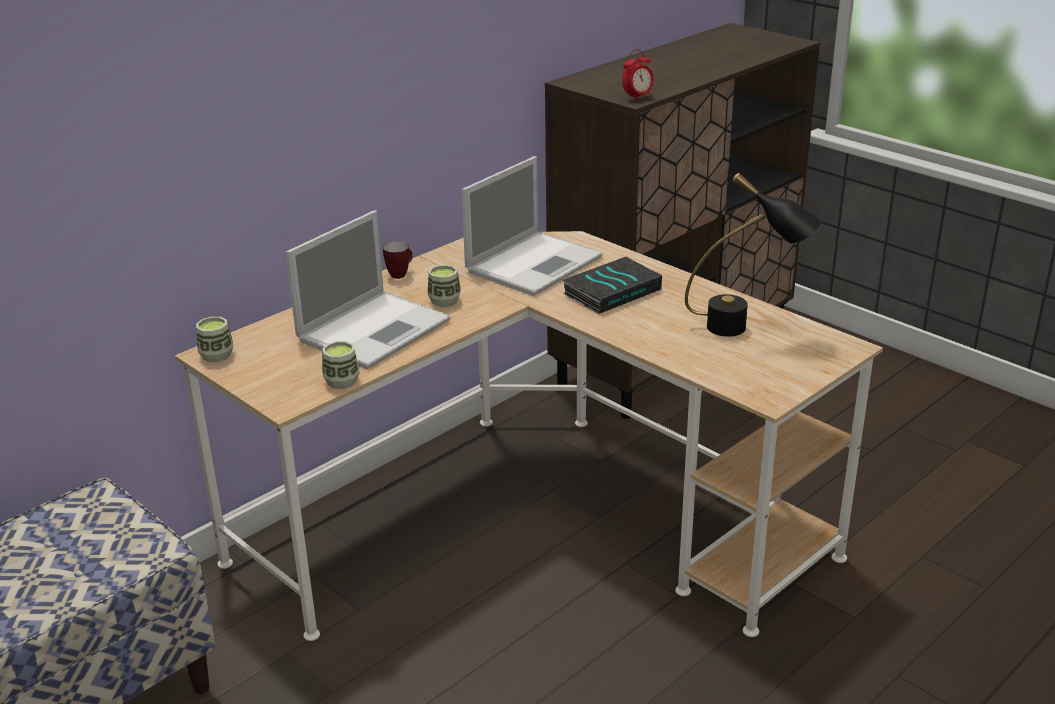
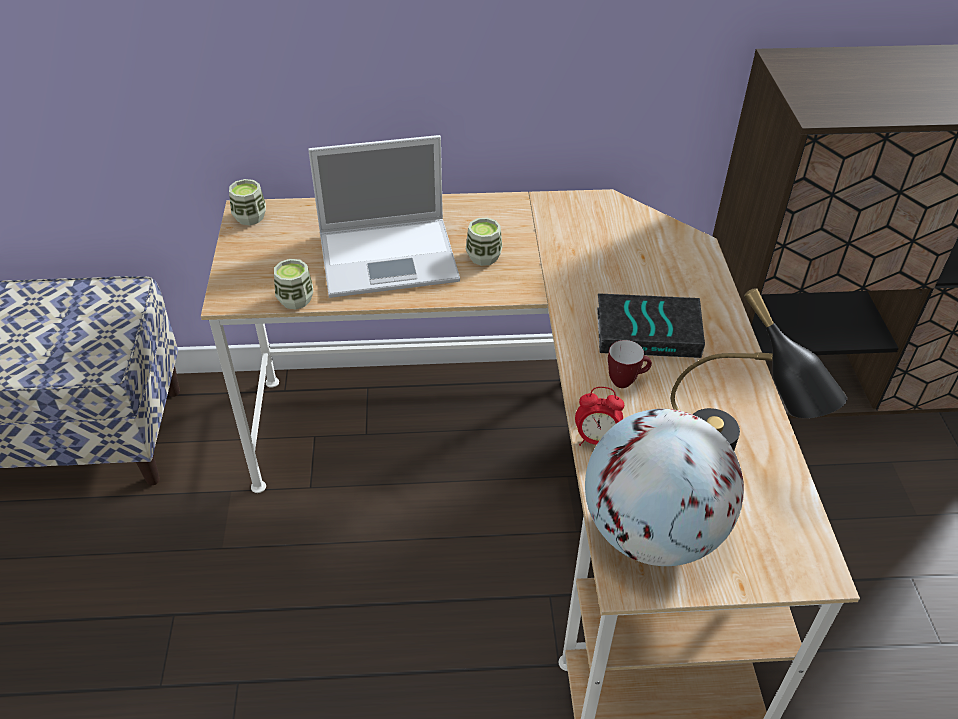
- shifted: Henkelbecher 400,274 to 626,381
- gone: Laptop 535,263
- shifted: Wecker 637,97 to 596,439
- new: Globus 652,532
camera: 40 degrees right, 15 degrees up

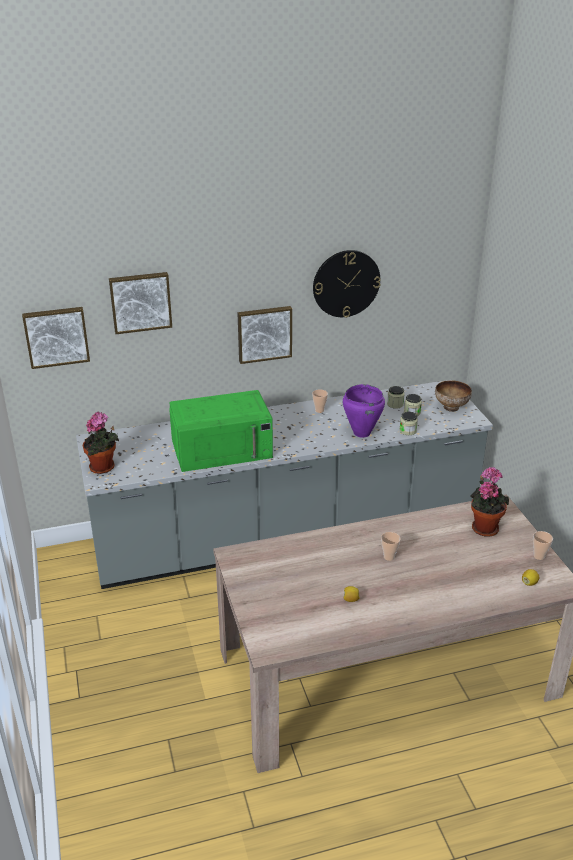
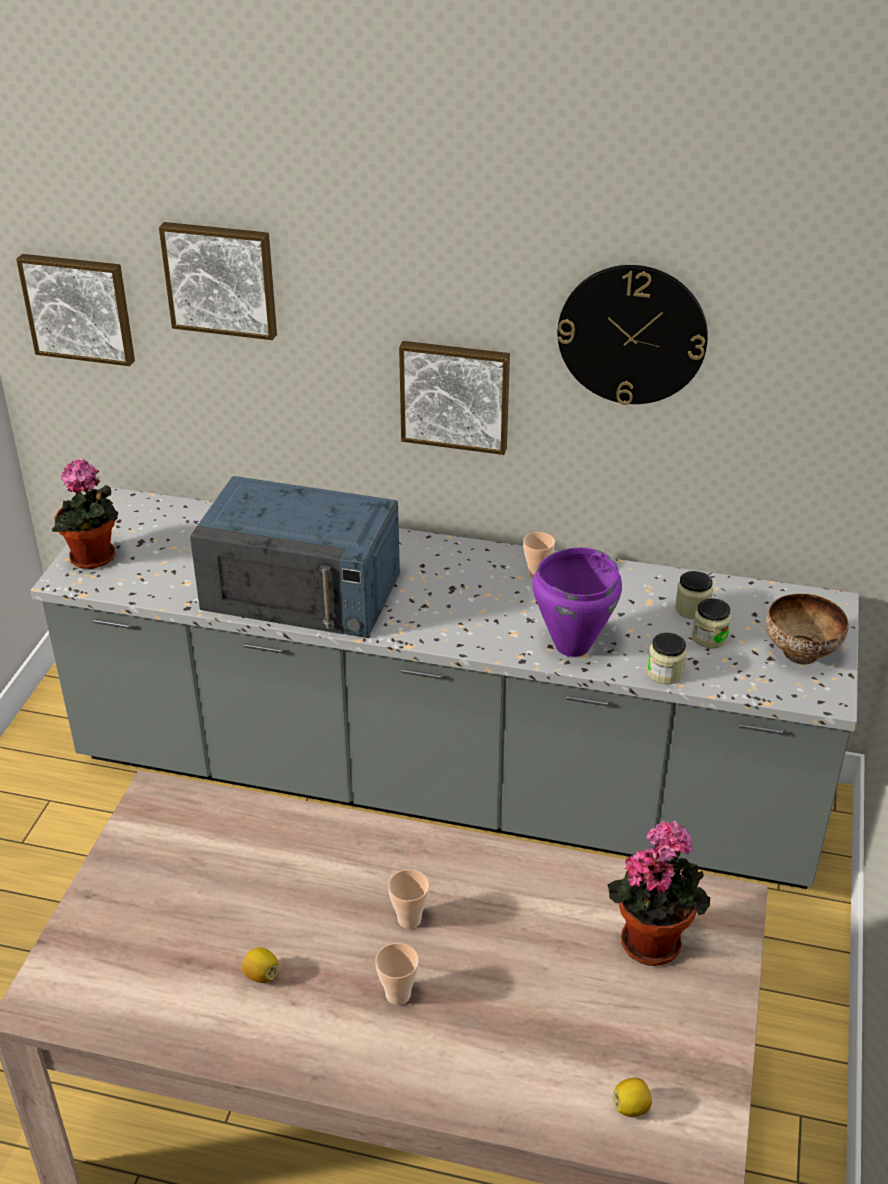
- repainted: Mikrowelle [grün] 223,449 to Mikrowelle [blau] 303,591
- shifted: Tasse 539,556 to 398,995
camera: 30 degrees right, 5 degrees up

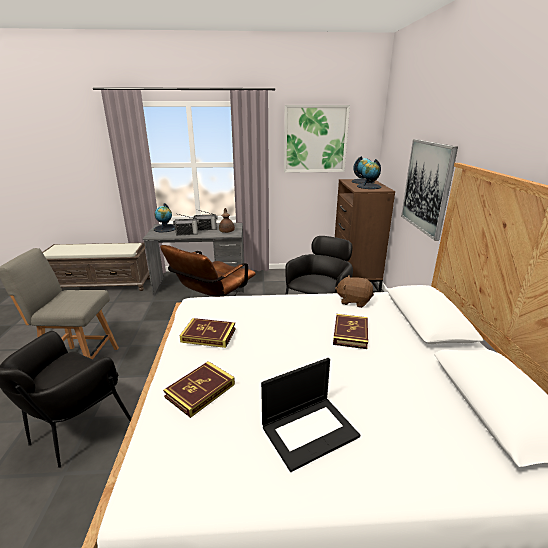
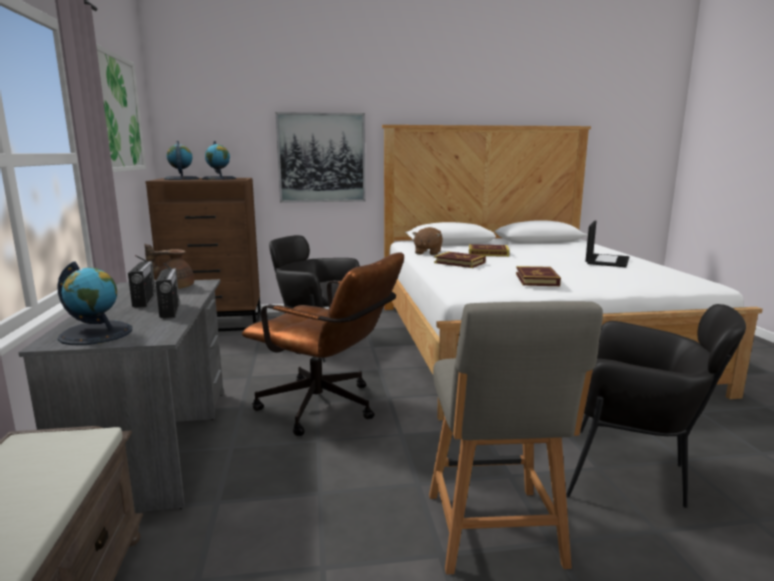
- shifted: Buch 200,391 to 459,263
- rotated: Laptop 310,430 = 606,260 60 degrees clockwise
camera: 95 degrees left, 10 degrees down

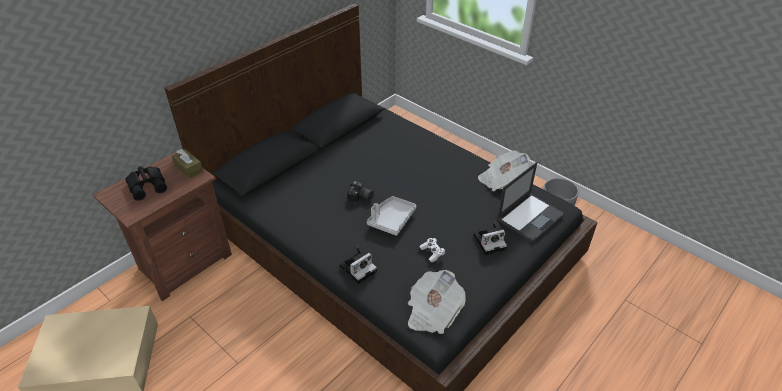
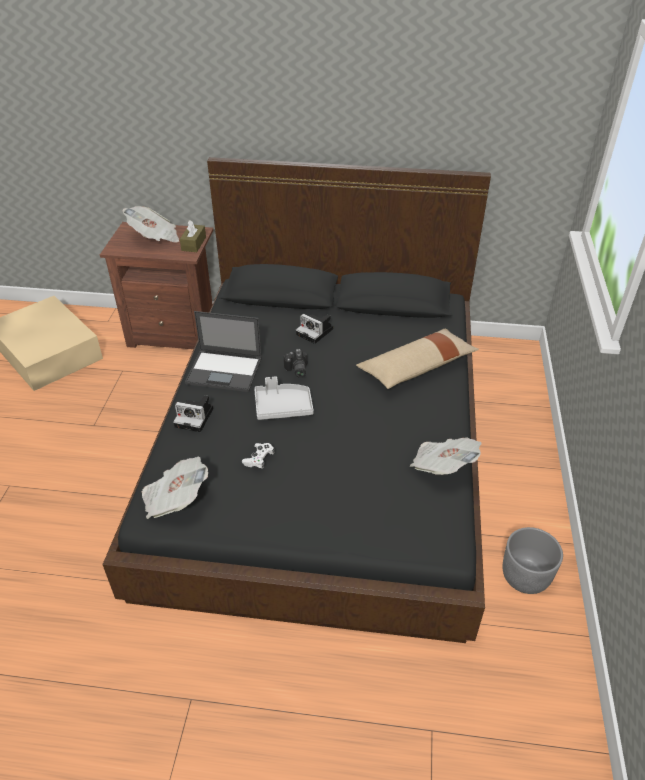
- swapped: Fernglas [schwarz] 148,185 to Zeitung 155,237
- shifted: Kamera 490,241 to 316,332
- shifted: Laptop 530,217 to 225,371
- new: Kissen [beige] 416,367
camera: 55 degrees right, 0 degrees up

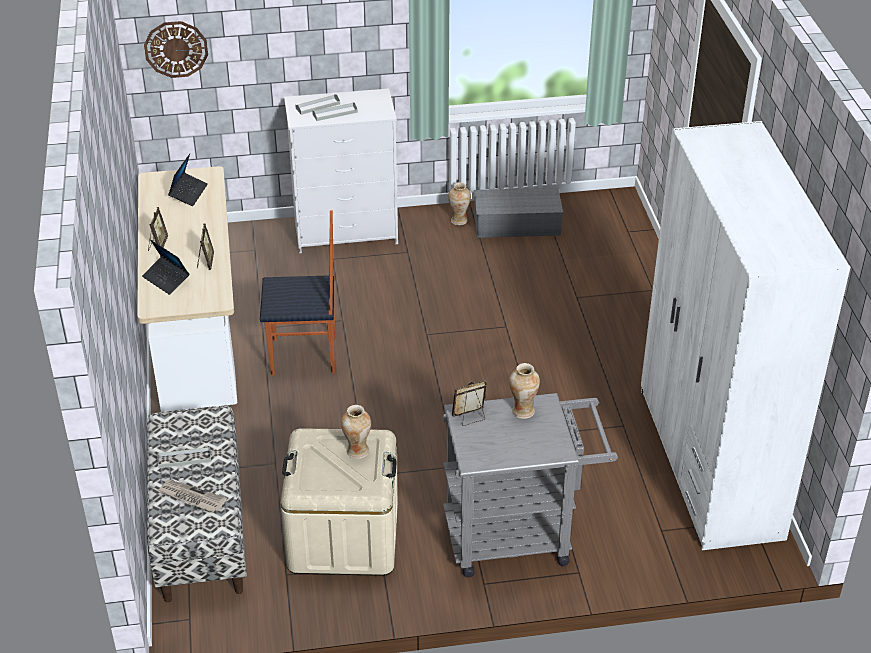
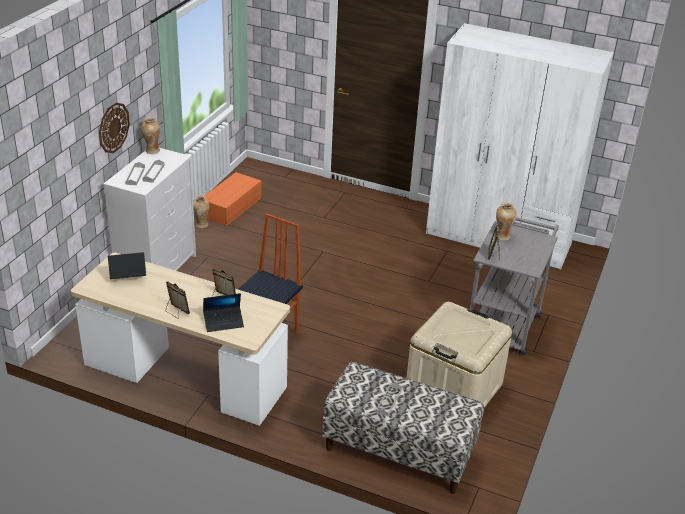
- shifted: Wanduhr 176,49 to 113,127
- gone: Zeitung 191,497
- rotated: Laptop 188,193 = 128,277 60 degrees counterclockwise
- shifted: Vase 357,451 to 152,151
- repainted: Aufbewahrungsbox [grau] 515,224 to Aufbewahrungsbox [orange] 231,208
camera: 60 degrees left, 5 degrees down

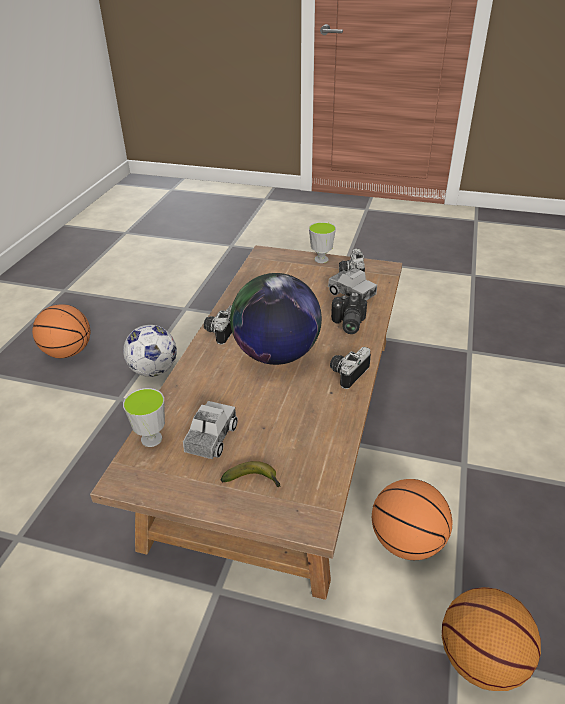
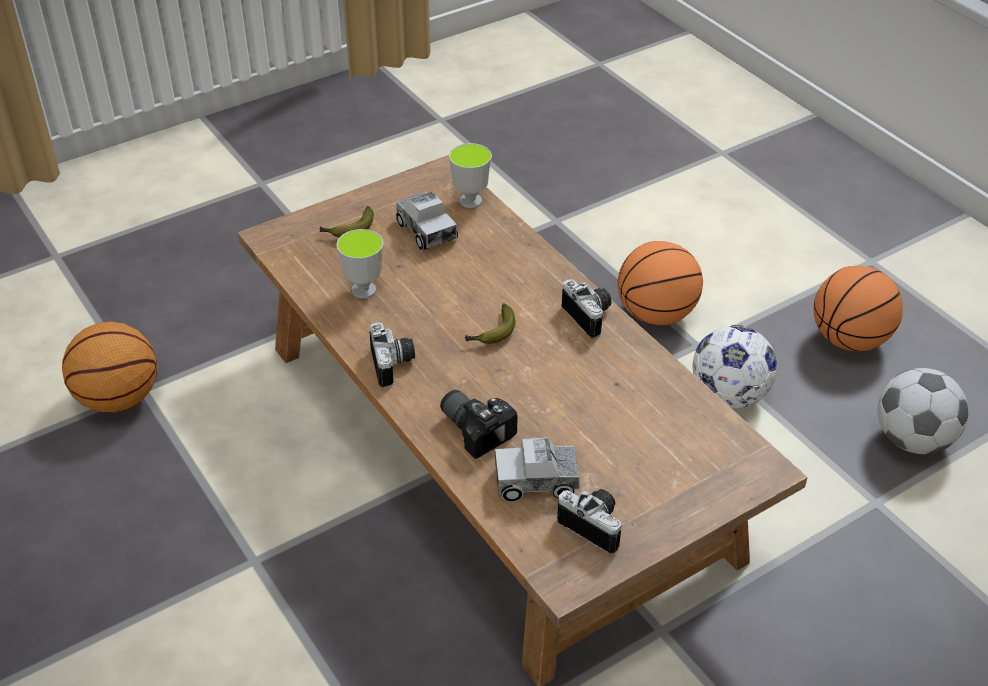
- swapped: Globus 276,355 to Banane 492,333
- shifted: Tasse 321,259 to 363,290
- shifted: Basketball 406,542 to 656,314
- new: Fußball 913,440
camera: 130 degrees right, 5 degrees up

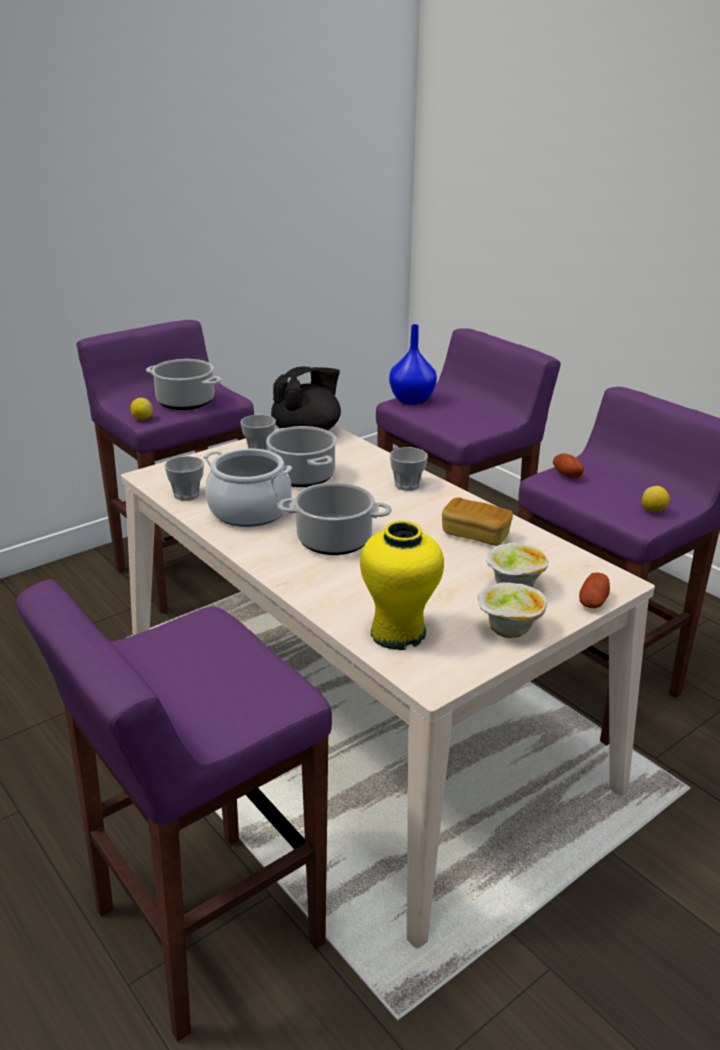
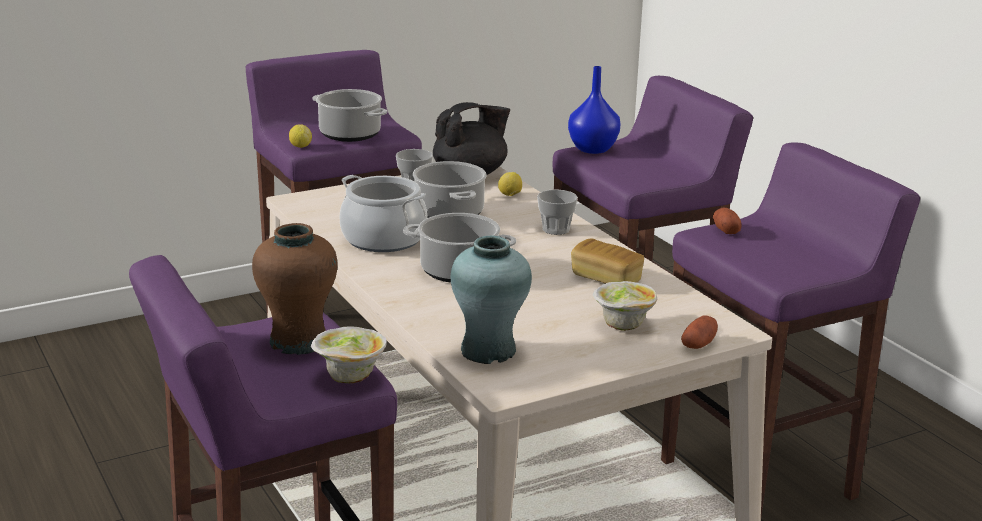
- gone: Tasse 187,495
- repainted: Vase [gelb] 398,633 to Vase [türkis] 489,350
- shifted: Schüssel 508,630 to 349,377
- shifted: Zitrone 653,511 to 510,195
- new: Vase [braun] 299,342
camera: 10 degrees right, 5 degrees down

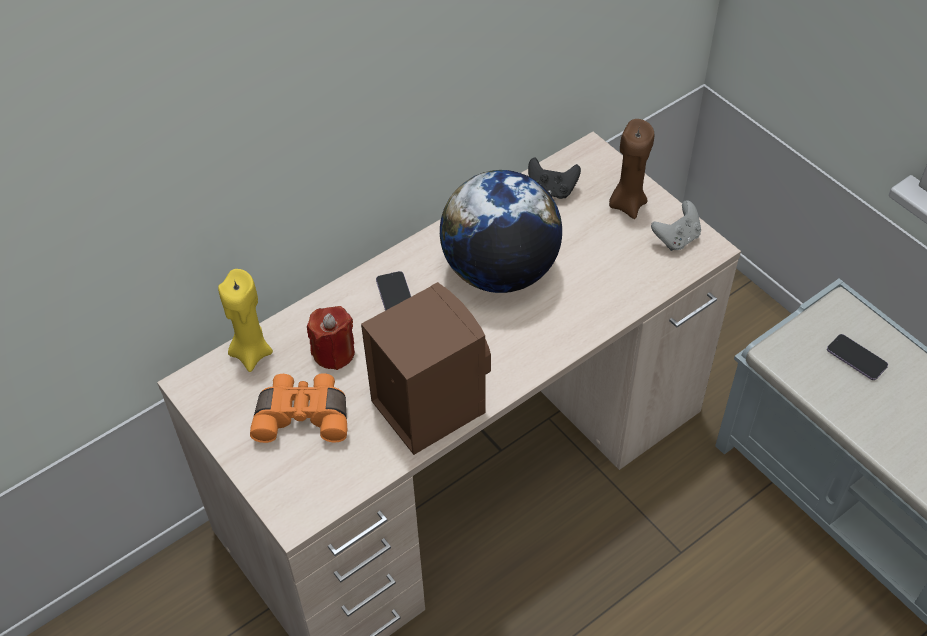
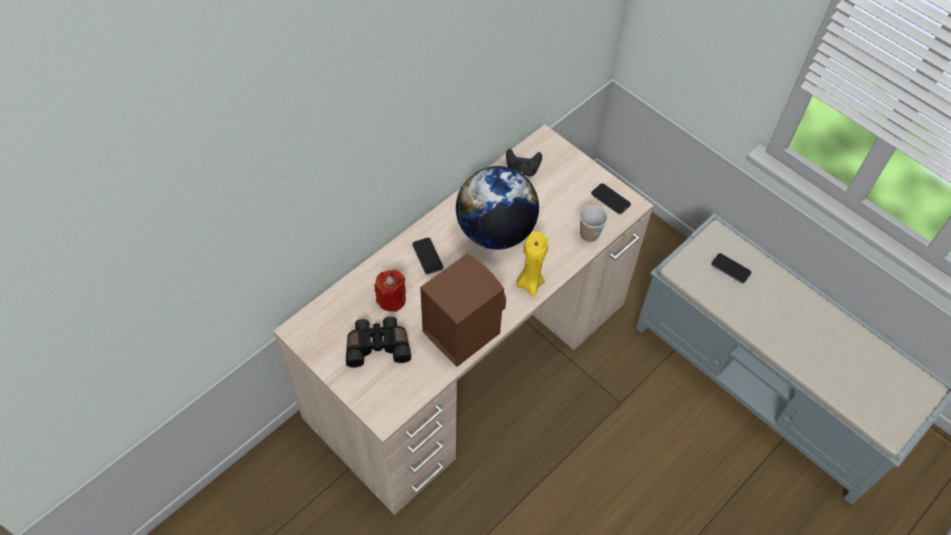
- shifted: Kerze [gelb] 251,352 to 529,283
- repainted: Fernglas [orange] 303,415 to Fernglas [schwarz] 378,345
- gone: Kerze [braun] 627,204
- swapped: Gamepad [grau] 676,238 to Handy 610,199
- new: Tasse 589,234
camera: 10 degrees left, 5 degrees up

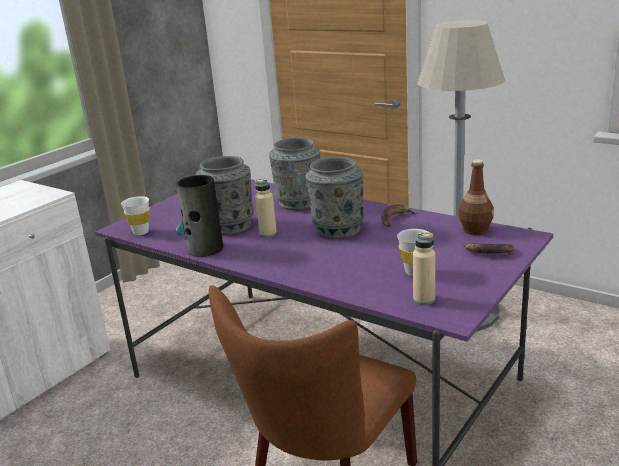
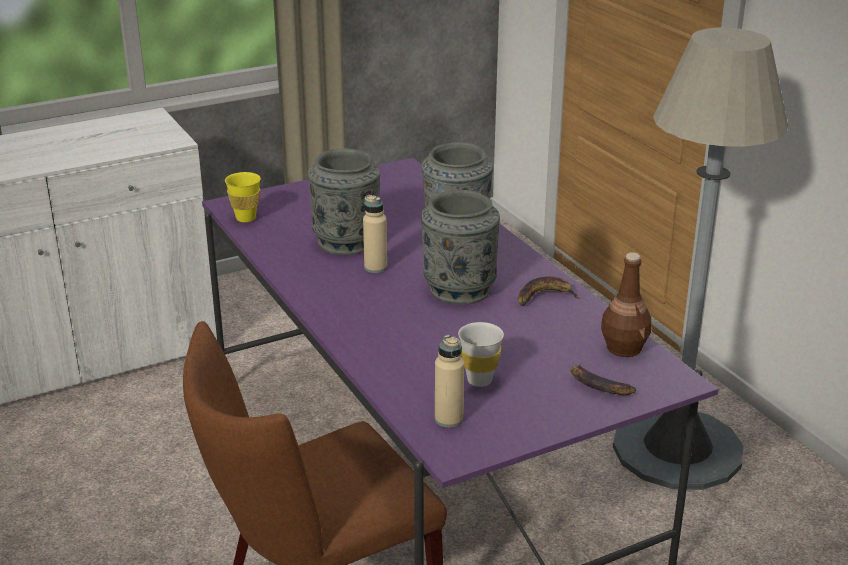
- repainted: Tasse [weiß] 141,232 to Tasse [gelb] 245,218
- gone: Vase 205,249
camera: 25 degrees right, 5 degrees up

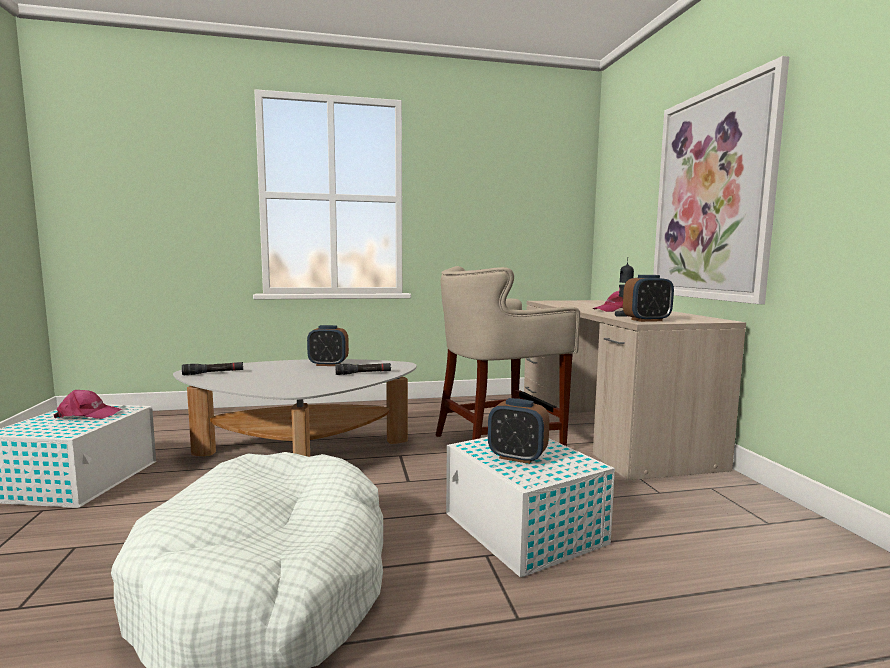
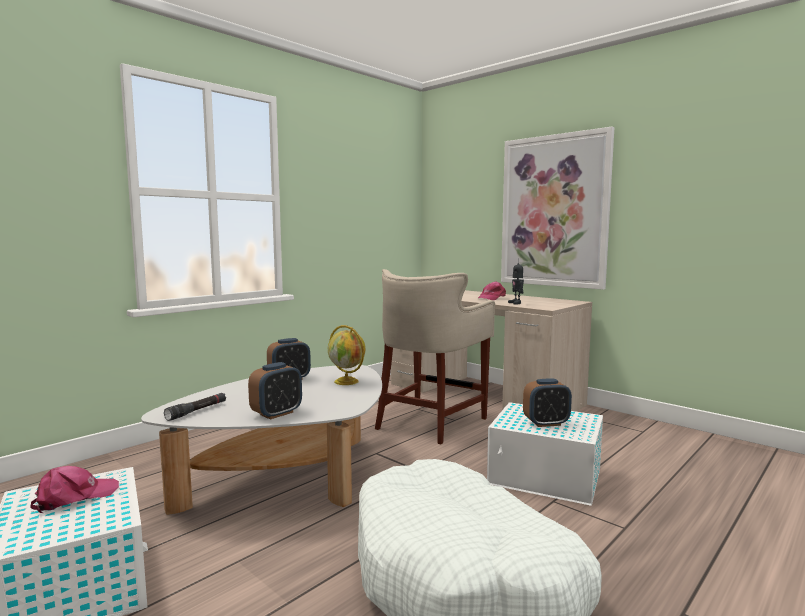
- swapped: Taschenlampe [schwarz] 363,373 to Globus 347,382
- shifted: Wecker 646,320 to 277,413
camera: 35 degrees left, 0 degrees up

